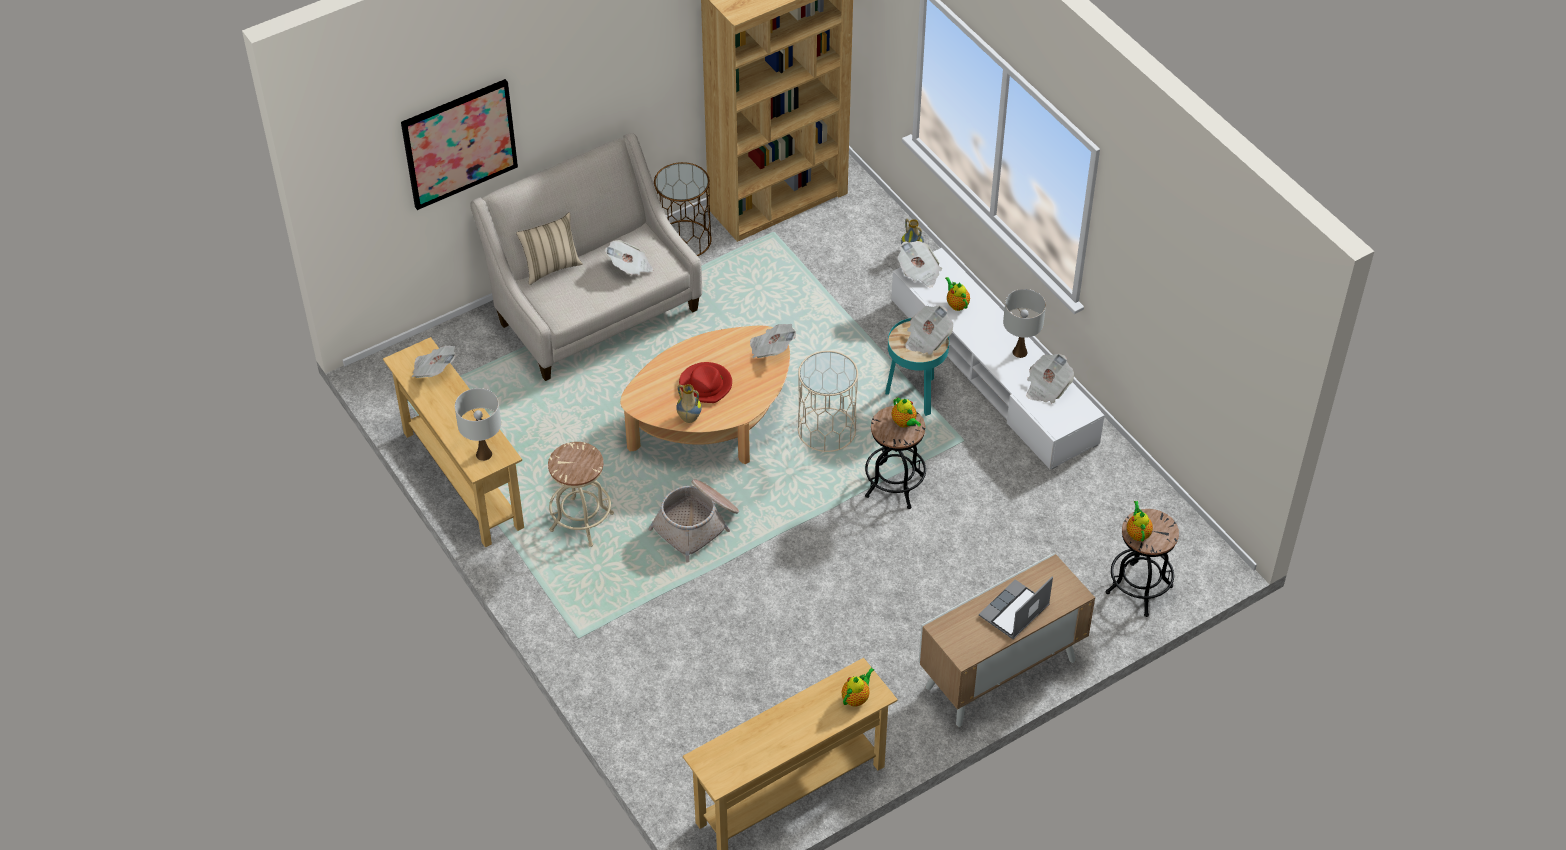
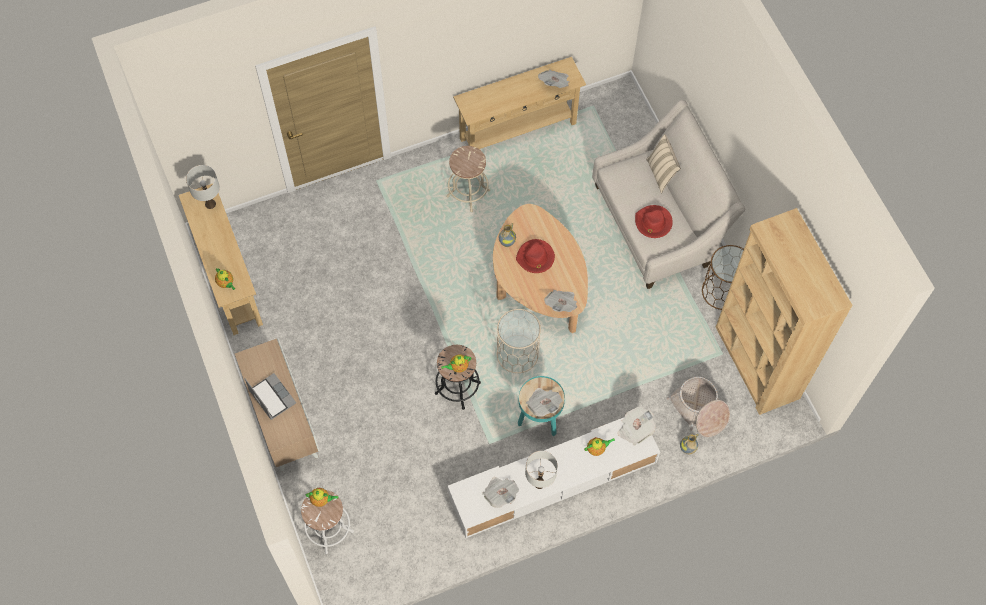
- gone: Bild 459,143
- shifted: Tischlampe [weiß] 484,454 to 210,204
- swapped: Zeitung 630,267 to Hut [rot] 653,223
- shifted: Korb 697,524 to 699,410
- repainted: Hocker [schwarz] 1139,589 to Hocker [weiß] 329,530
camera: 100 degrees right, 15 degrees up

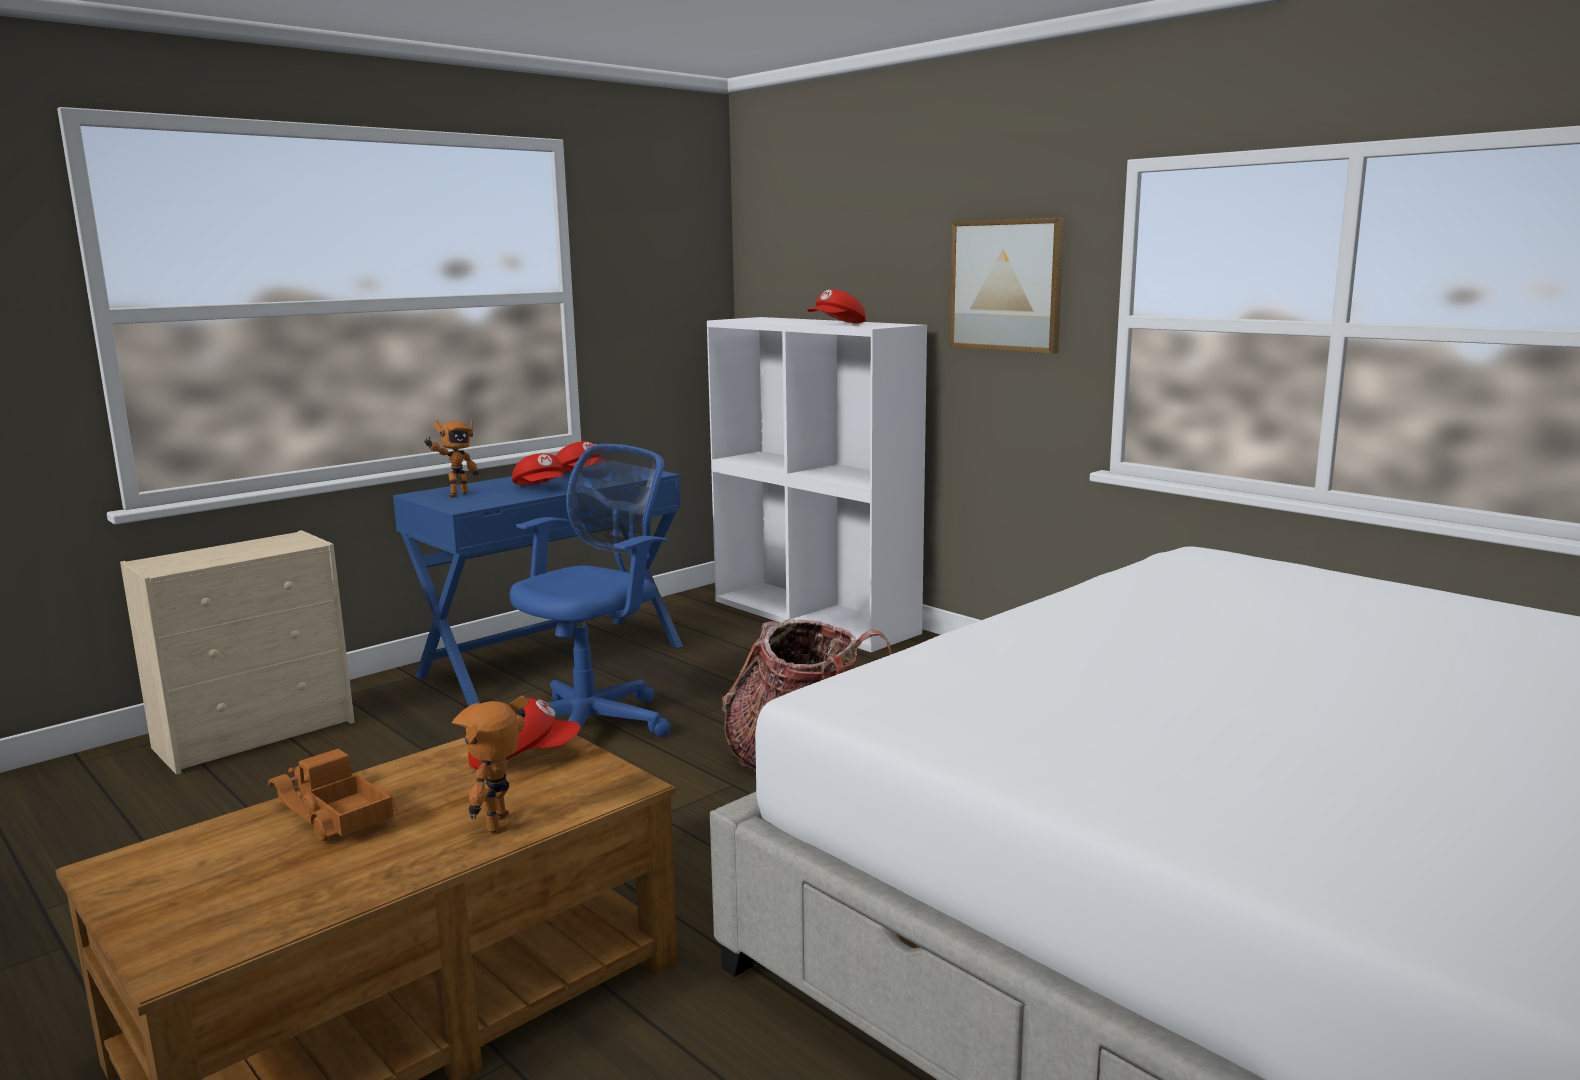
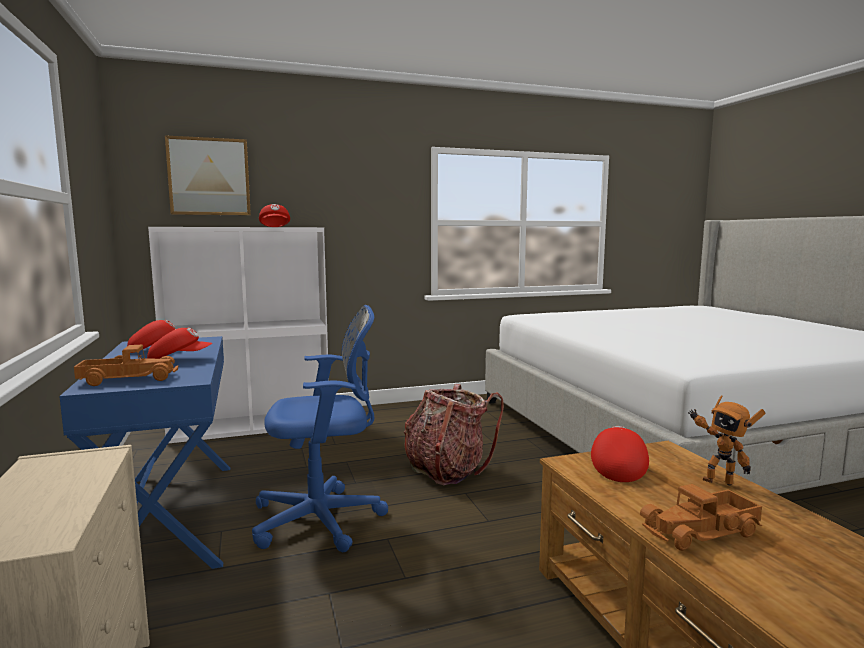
- swapped: Spielzeugroboter 455,494 to Spielzeuglaster 129,379
- rotated: Bürostuhl [blau] 593,724 = 323,520 105 degrees clockwise
- shifted: Bild 1006,285 to 209,177
camera: 65 degrees left, 5 degrees down

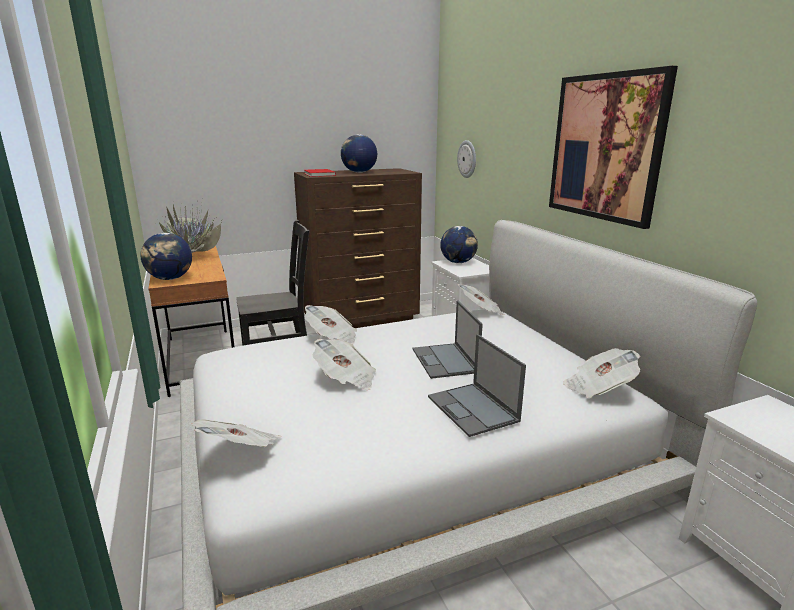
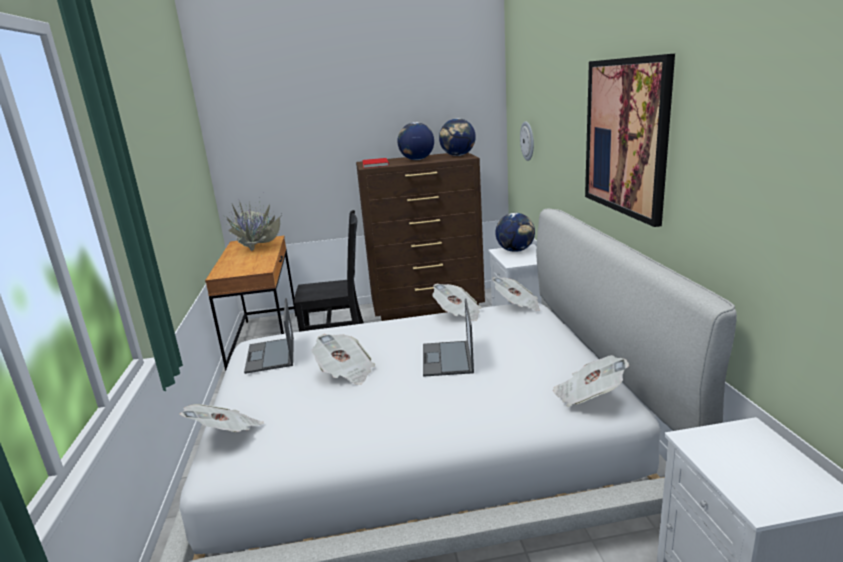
- shifted: Globus 170,279 to 458,155
- shifted: Zeitung 332,338 to 458,314
- shifted: Laptop 473,409 to 271,355
camera: 15 degrees right, 0 degrees up

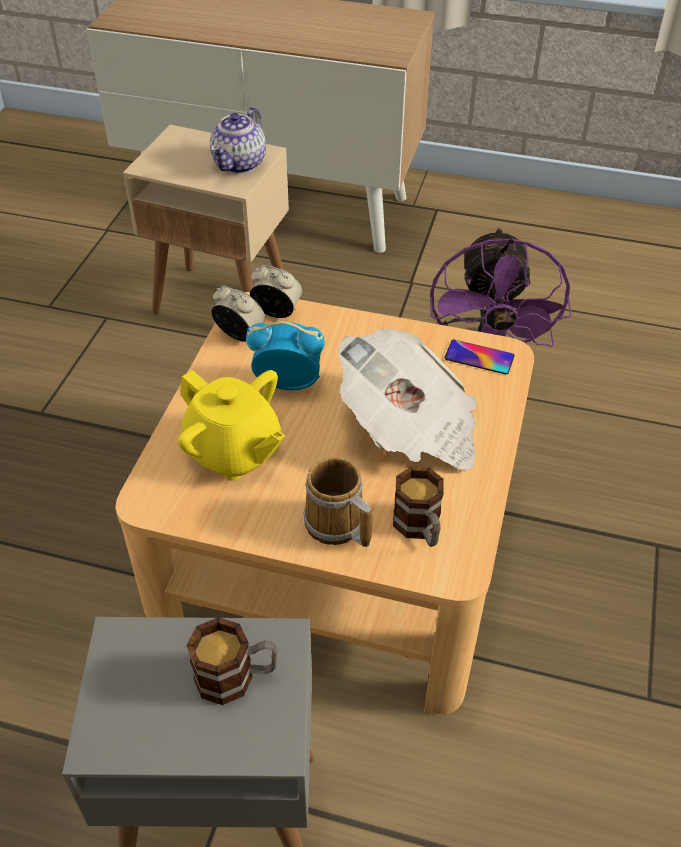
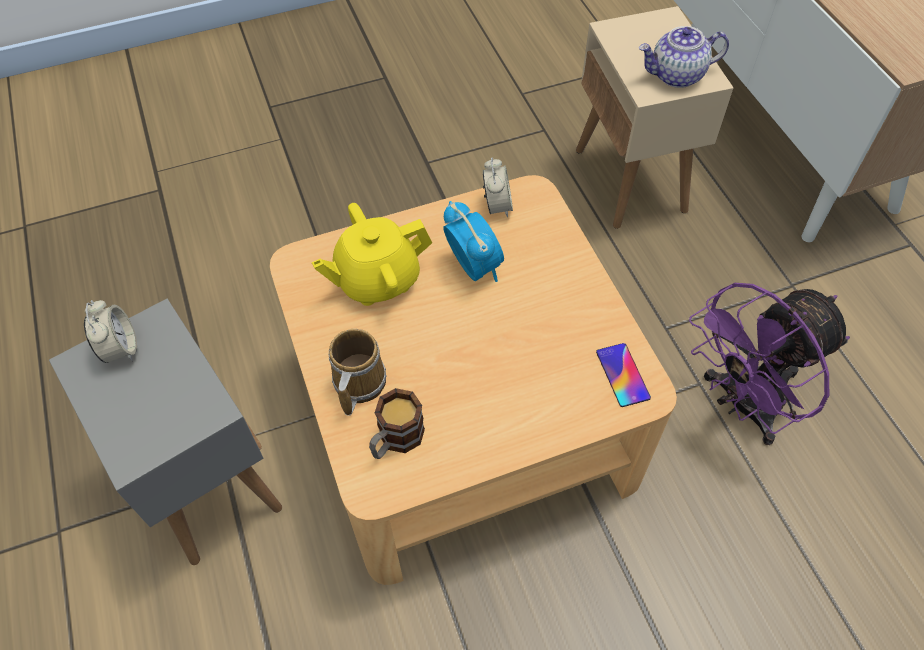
- rotated: Teekanne [gelb] 234,452 = 377,279 60 degrees clockwise
- gone: Henkelbecher 236,677
- shifted: Wecker 276,312 to 120,348
- gone: Zeitung 410,428
camera: 55 degrees right, 10 degrees up

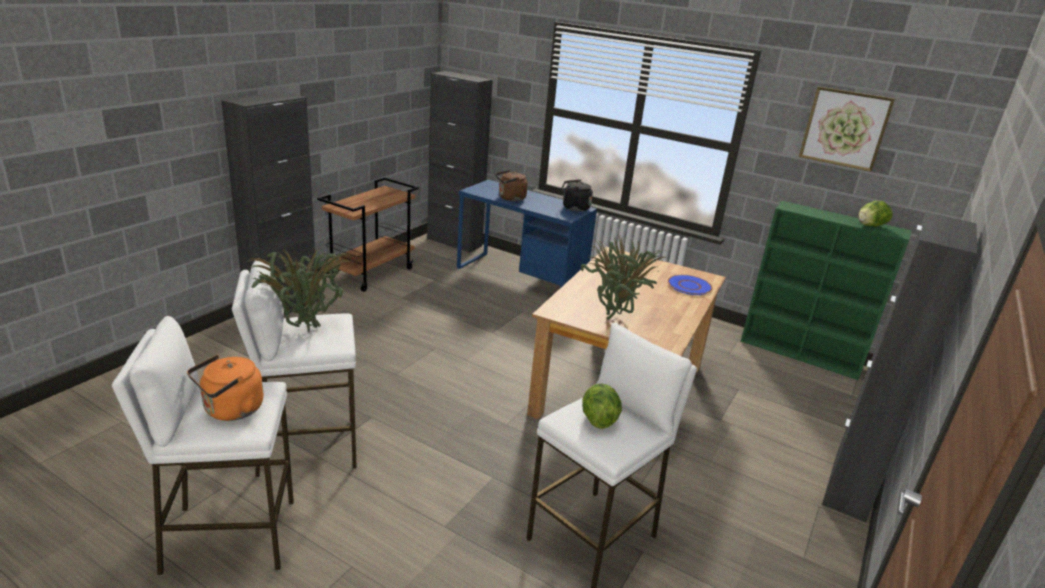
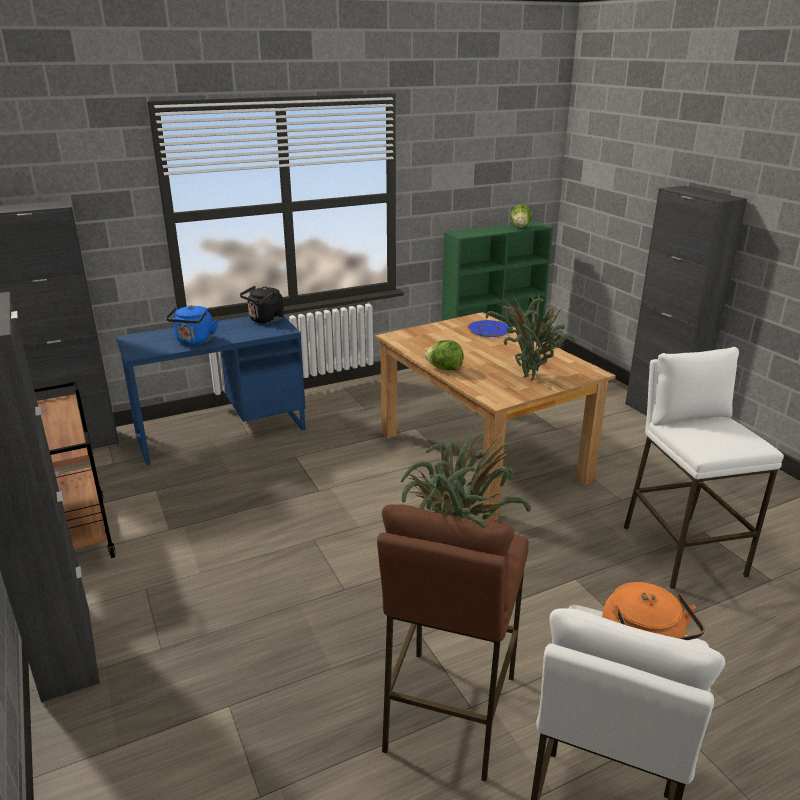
- repainted: Hocker [weiß] 306,447 to Hocker [braun] 448,712
- repainted: Wasserkessel [braun] 510,198 to Wasserkessel [blau] 194,341
- shifted: Salatkopf 598,419 to 444,369
- gone: Bild 845,128
camera: 55 degrees left, 0 degrees up

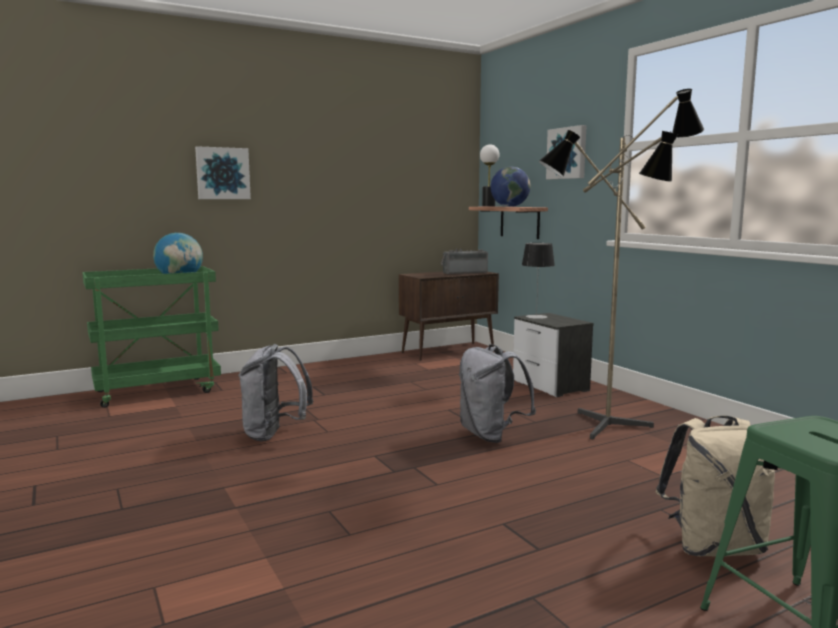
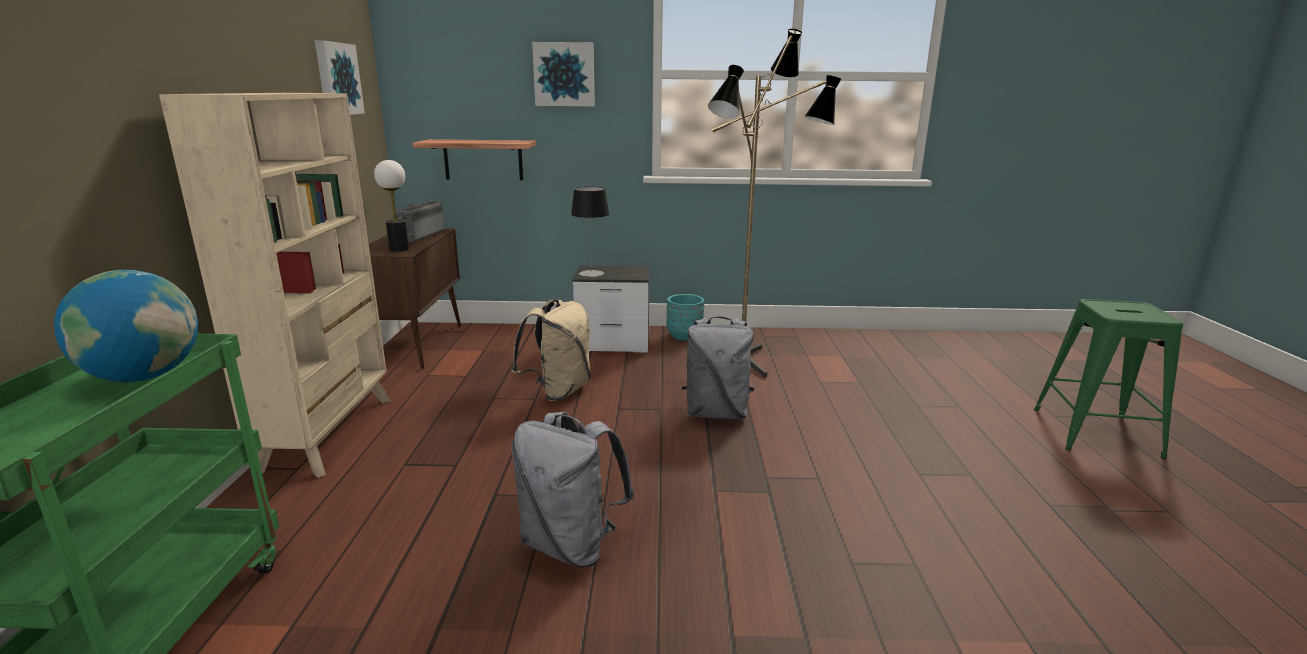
- shifted: Bild 222,173 to 337,79
- shifted: Tischlampe 488,206 to 399,249
- gone: Globus 509,206
- shifted: Rucksack [beige] 714,547 to 558,391
- new: Bücherregal [beige] 329,433
- new: Pflanzkübel [türkis] 684,335
camera: 60 degrees left, 10 degrees up

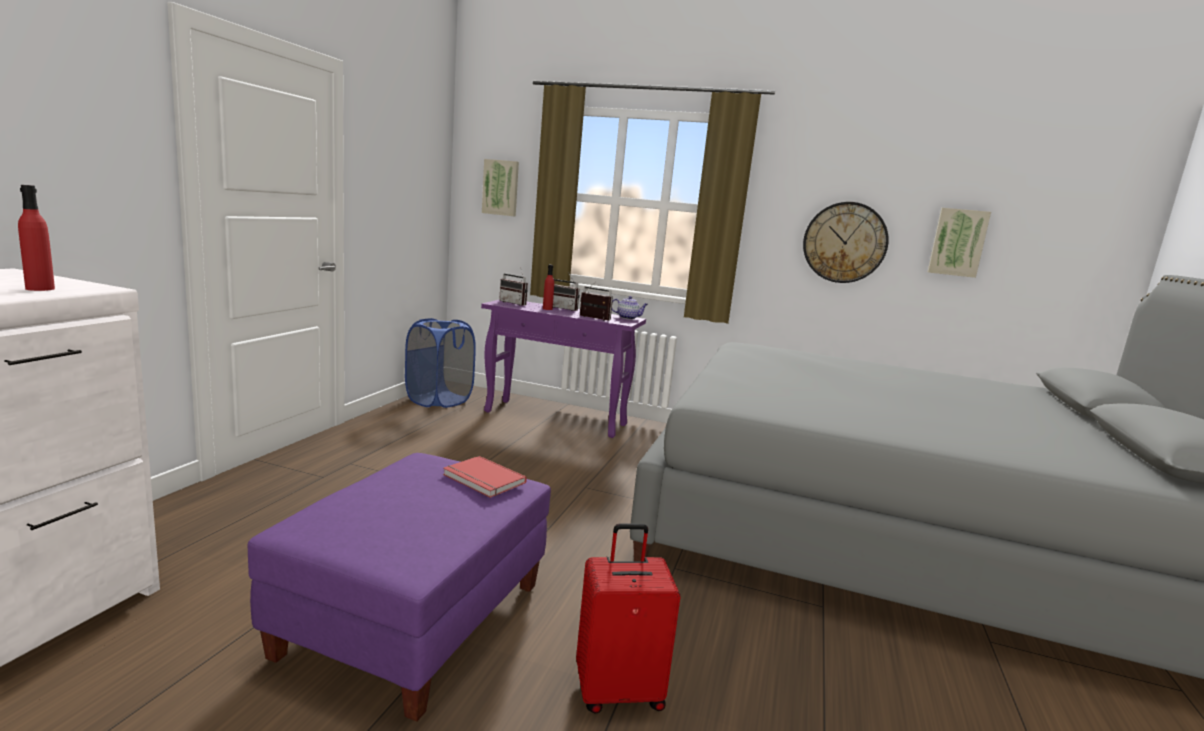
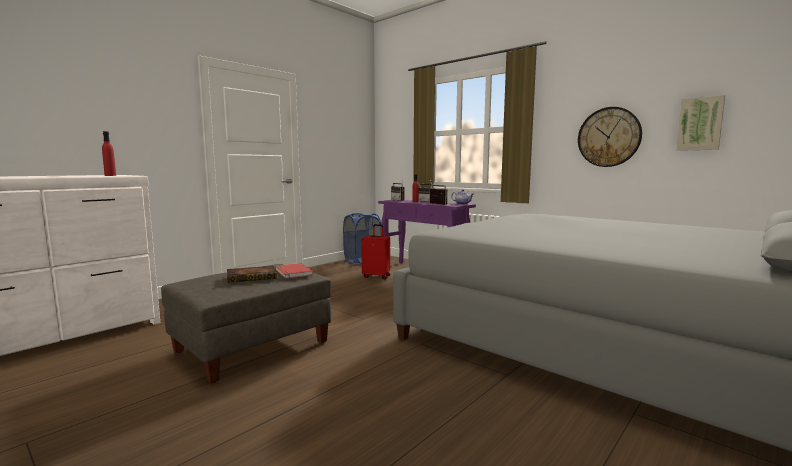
- repainted: Polsterhocker [lila] 414,621 to Polsterhocker [grau] 251,347
- gone: Bild 501,187
- shifted: Koffer [rot] 619,691 to 376,276
- new: Buch 253,277
camera: 25 degrees right, 5 degrees down

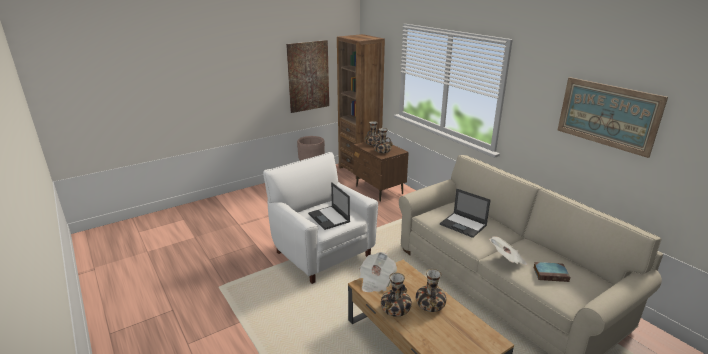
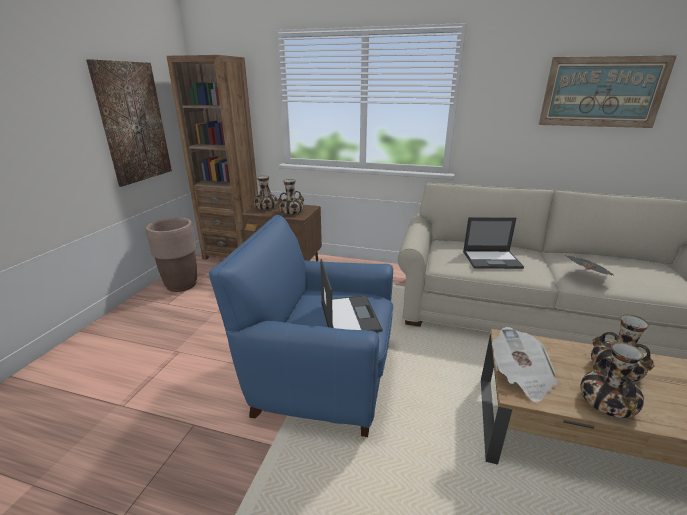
- repainted: Sessel [weiß] 322,253 to Sessel [blau] 320,379
- rotated: Laptop 329,218 = 349,315 120 degrees counterclockwise
- gone: Buch 551,274
camera: 40 degrees left, 0 degrees up

